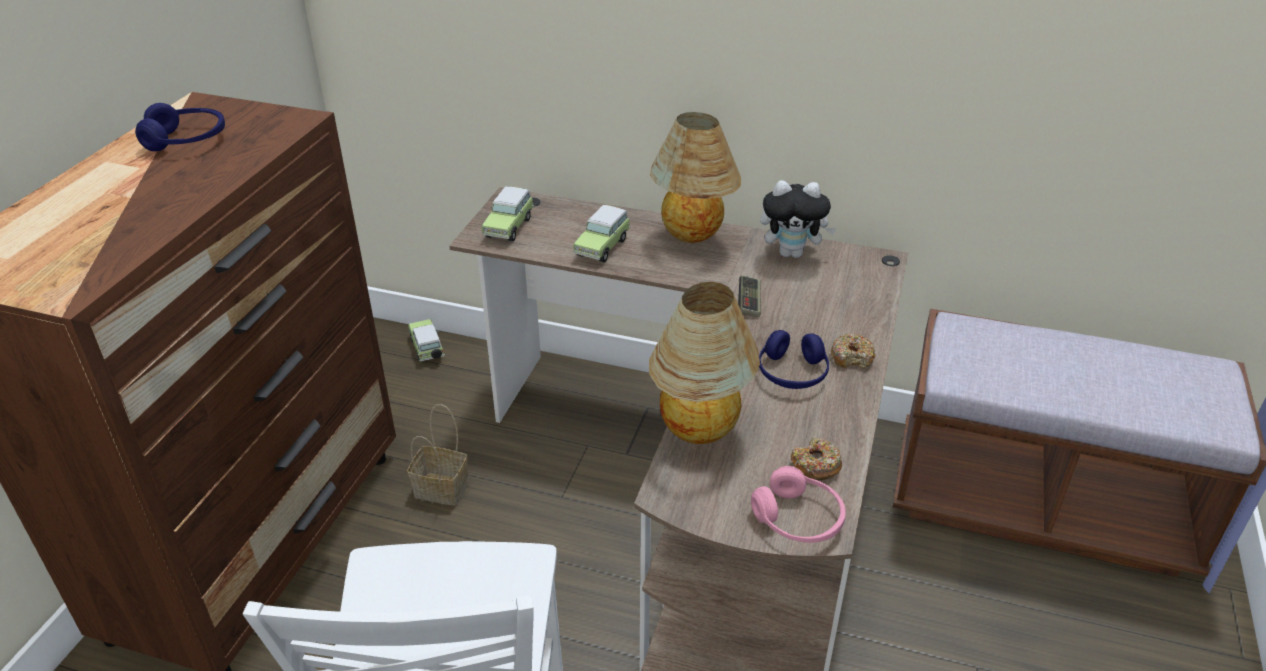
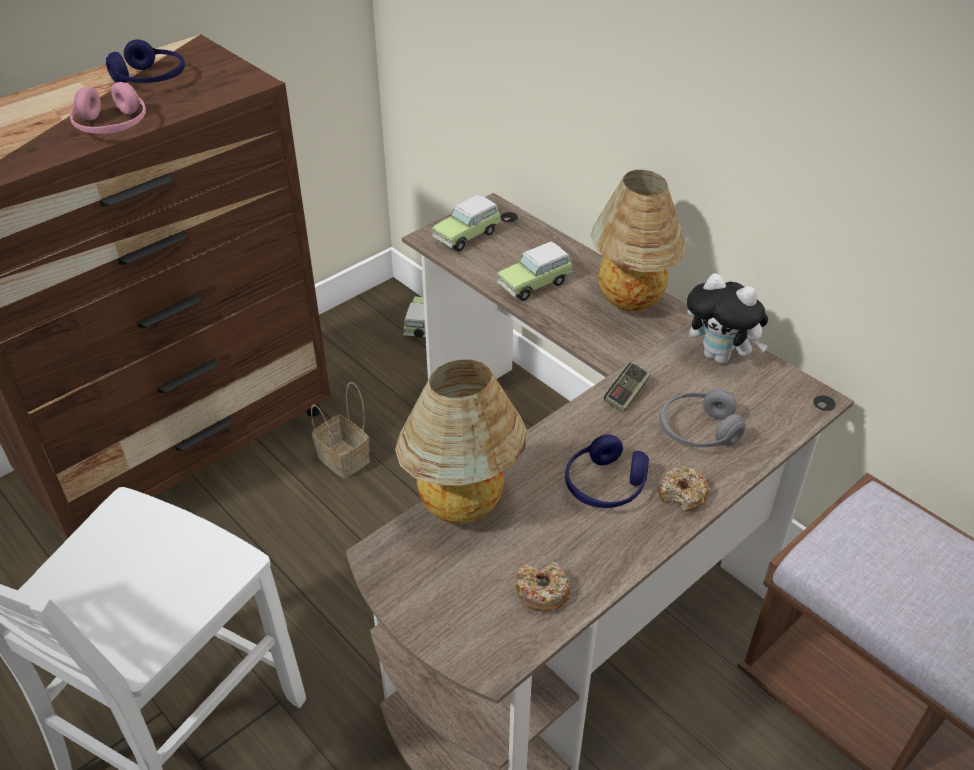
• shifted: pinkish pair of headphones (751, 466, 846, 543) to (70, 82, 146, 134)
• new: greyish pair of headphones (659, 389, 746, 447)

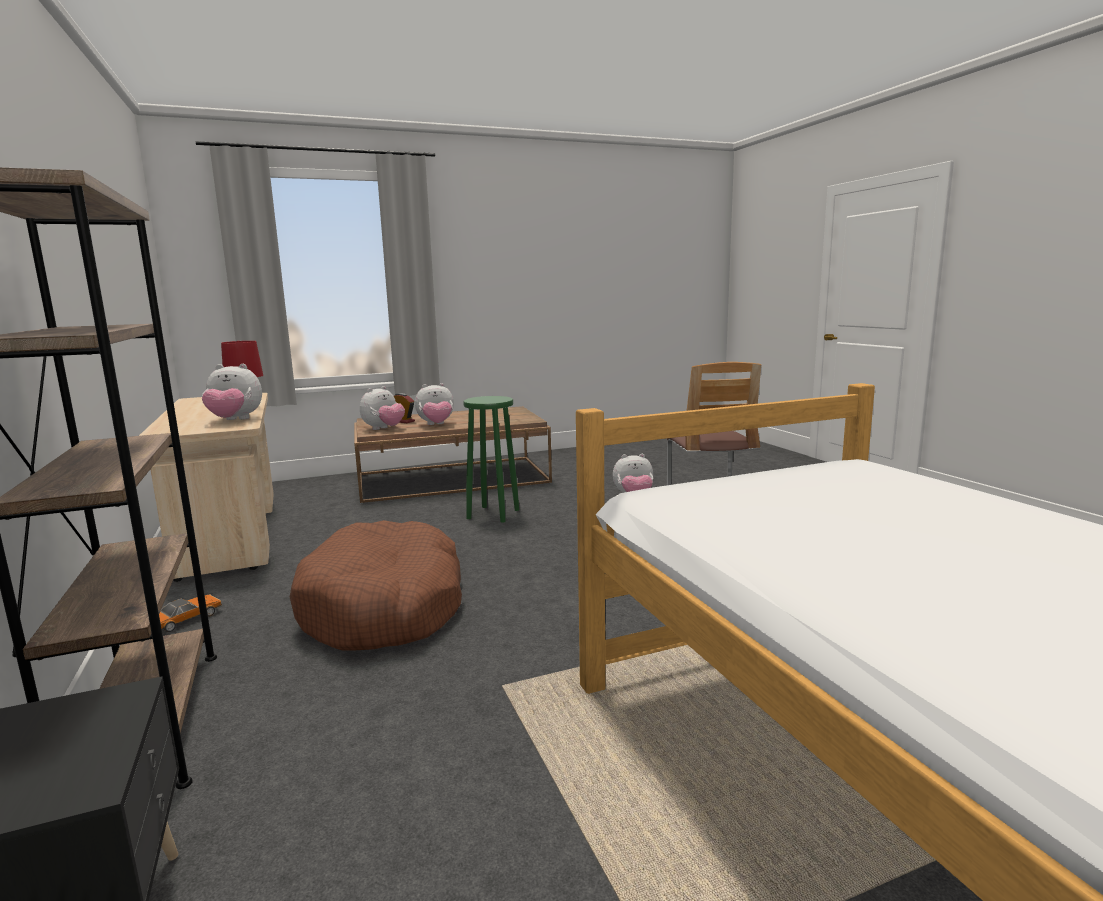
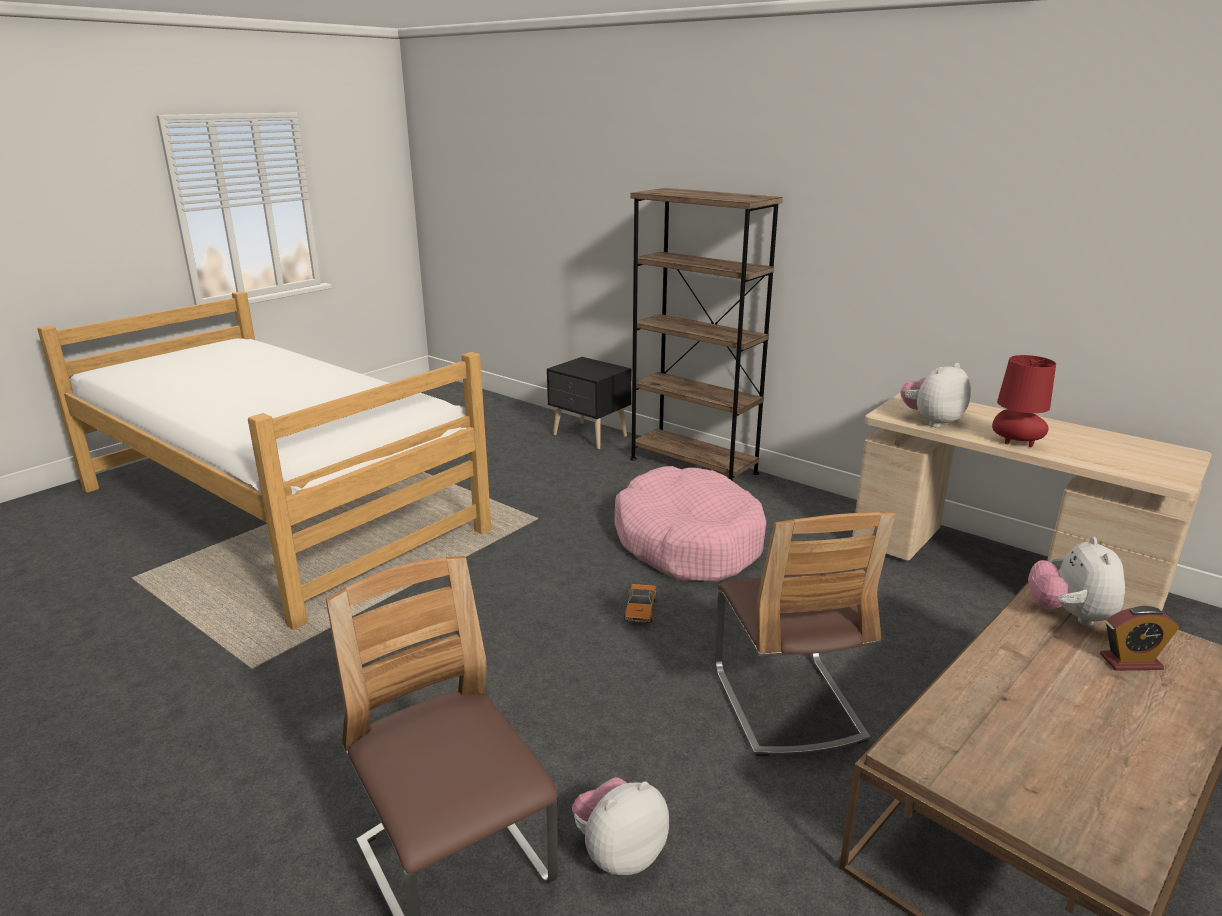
• gone: soft toy (415, 383, 454, 425)
• swapped: green-coloured sitting stool (463, 396, 519, 523) to upright chair (715, 512, 895, 756)
• repainted: brown dog bed (290, 520, 462, 651) to pinkish dog bed (614, 466, 766, 582)
• shifted: model car (159, 595, 222, 632) to (624, 584, 656, 623)

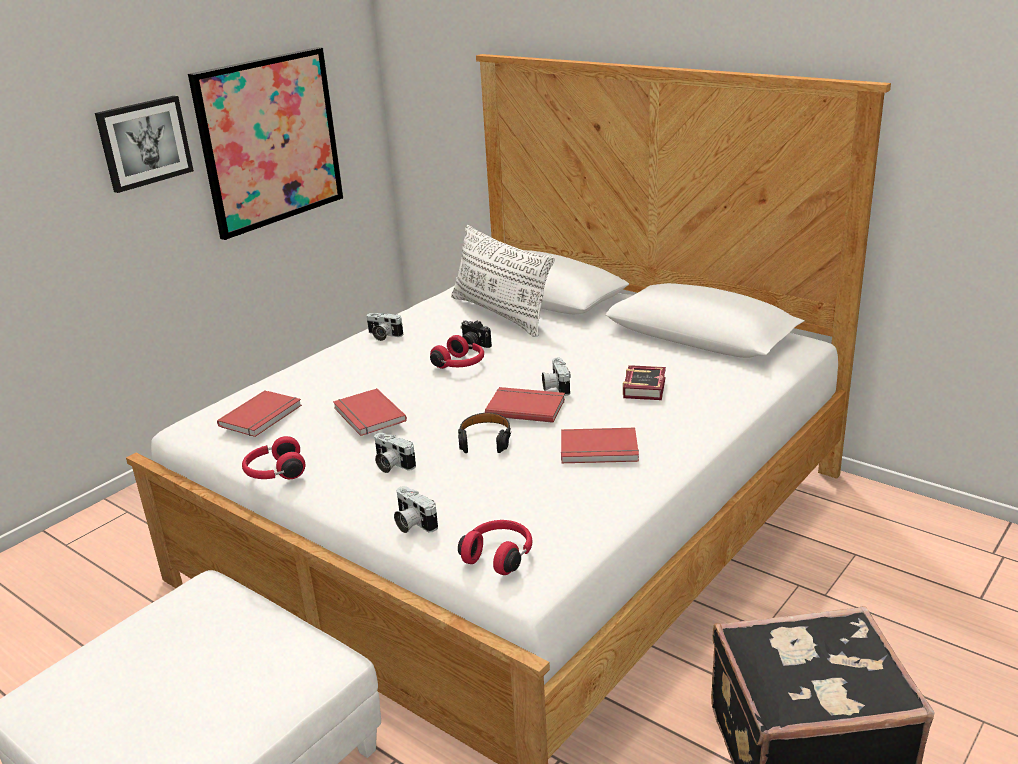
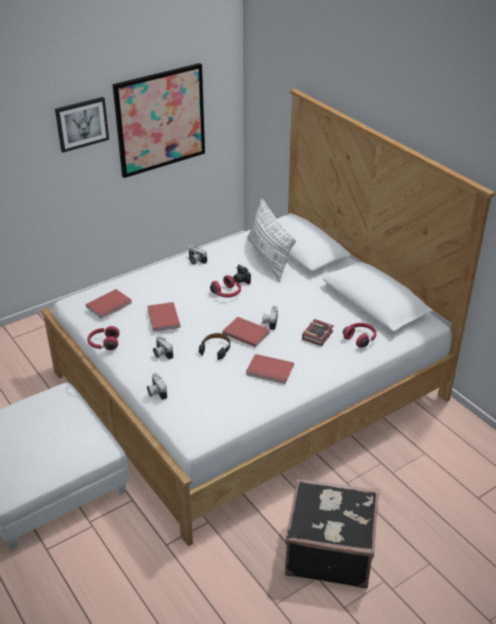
• shifted: reddish pair of headphones (458, 520, 532, 575) to (343, 323, 376, 348)

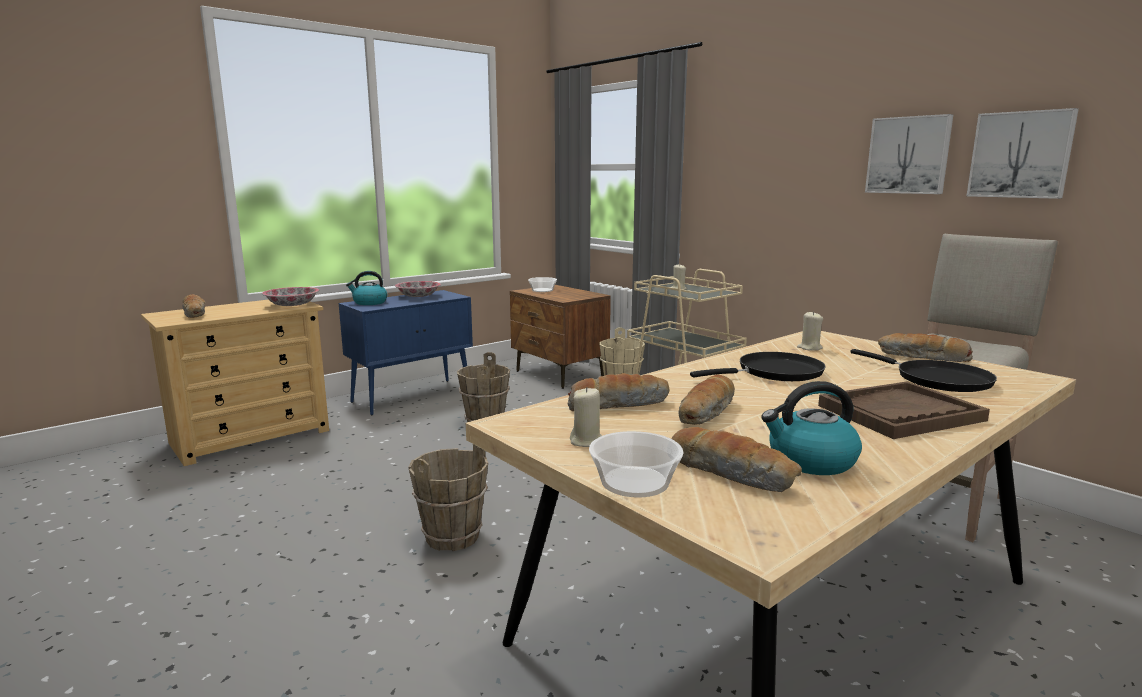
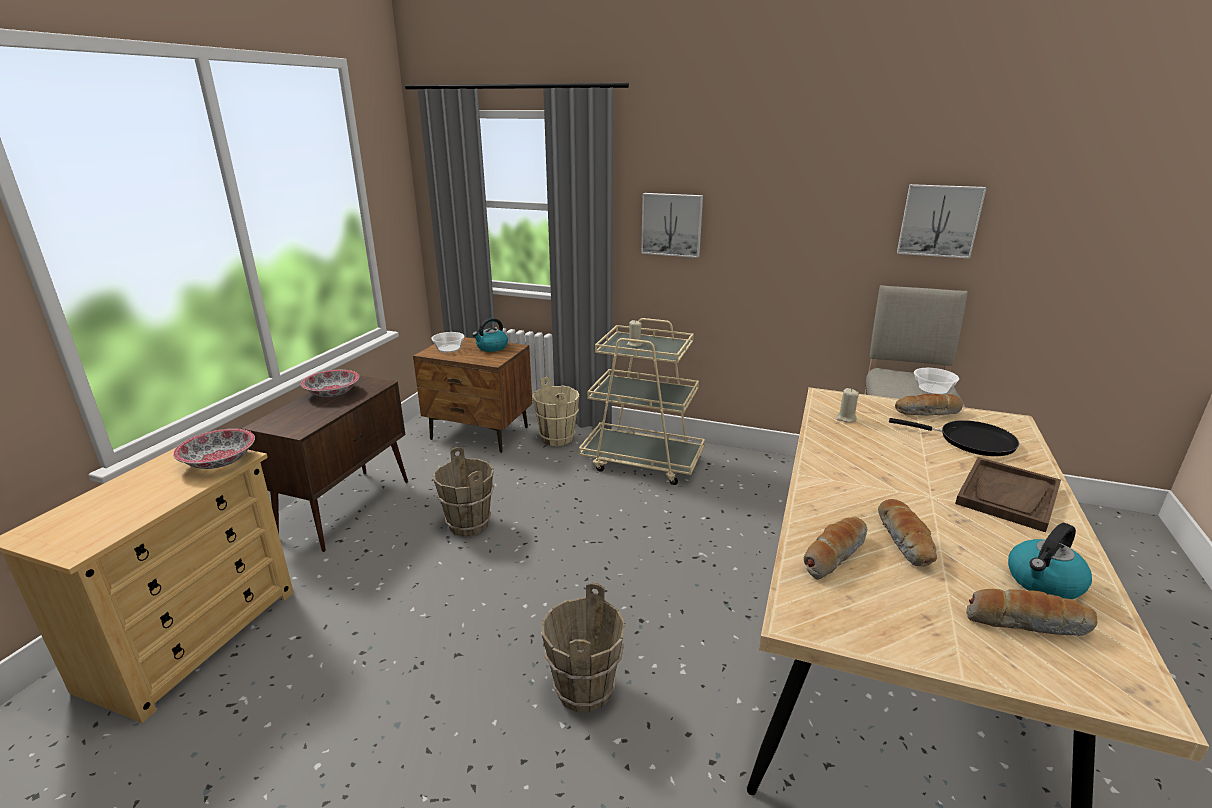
• shifted: picture (865, 114, 953, 194) to (641, 193, 703, 258)
• shifted: water kettle (346, 271, 387, 305) to (472, 318, 508, 352)
• repainted: blue-coloured cabinet (339, 290, 473, 415) to brown cabinet (241, 376, 408, 552)
• gone: baked bread (183, 294, 205, 318)
• gone: black skillet (690, 352, 826, 381)
• gone: beige-coloured candle (570, 387, 602, 447)
• shifted: bowl (589, 431, 683, 498) to (914, 368, 959, 395)

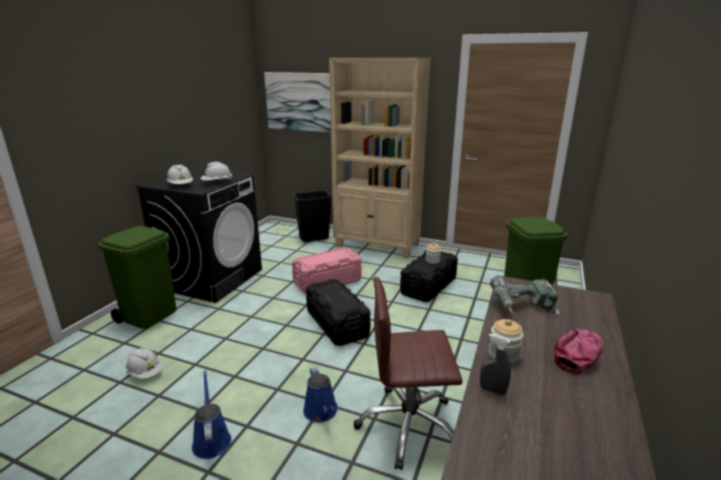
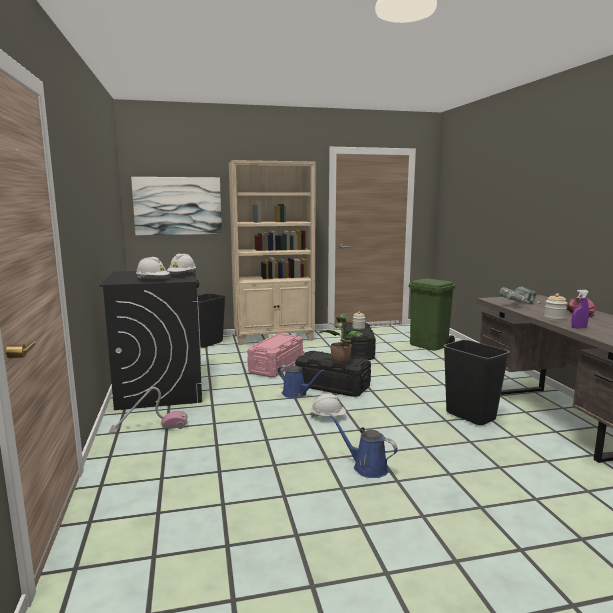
• swapped: green-coloured waste bin (98, 226, 177, 329) to vacuum cleaner (109, 387, 188, 434)
• swapped: brown desk chair (354, 277, 462, 470) to black waste bin (443, 340, 510, 425)
• repainted: greyish spray bottle (480, 334, 511, 395) to purple-coloured spray bottle (572, 290, 589, 328)
• shifted: white-coloured safety helmet (126, 348, 163, 379) to (310, 394, 346, 418)
• shifted: blue-coloured watering can (303, 367, 338, 423) to (278, 365, 325, 399)
• new: houseplant (319, 313, 363, 364)

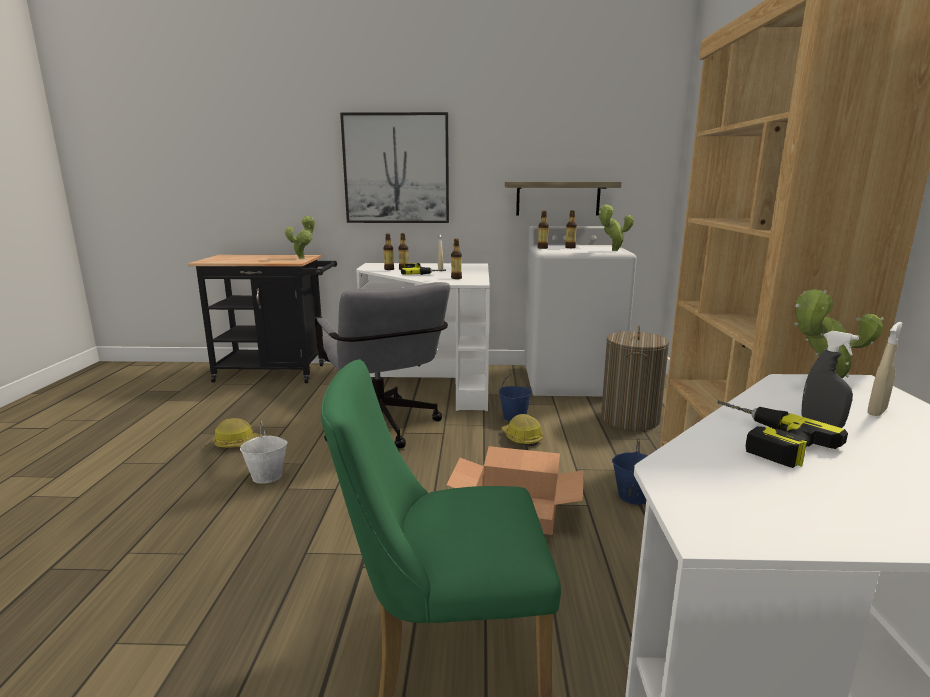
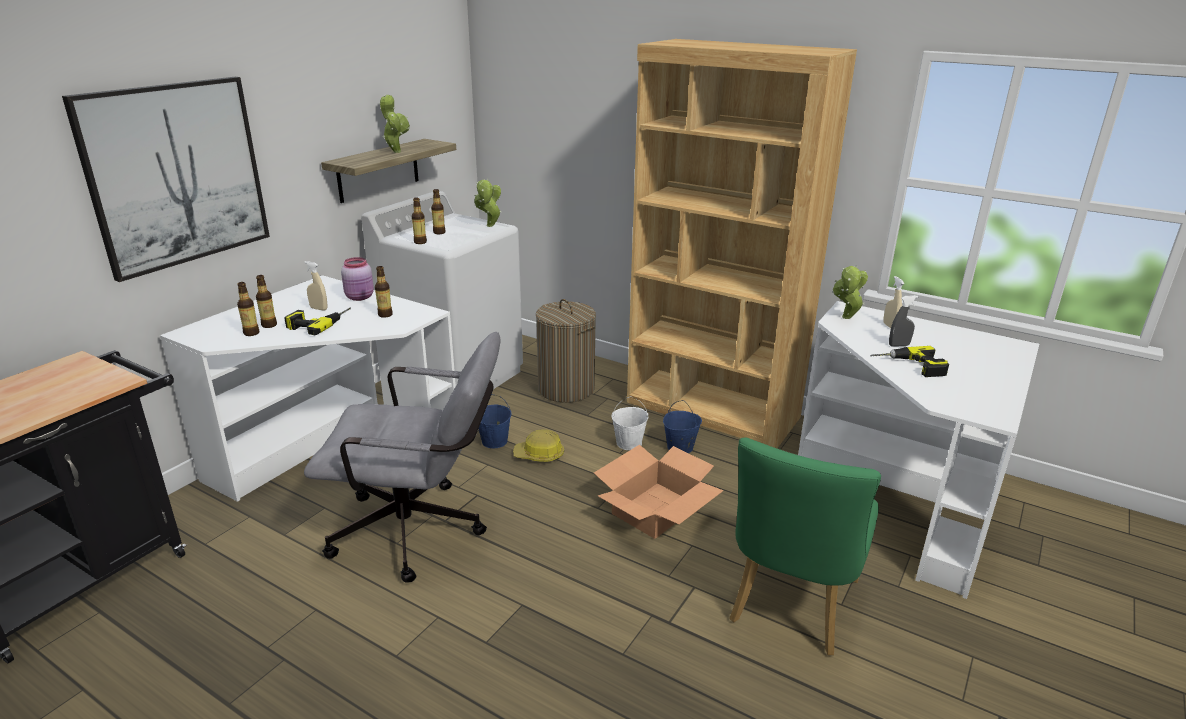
• shifted: houseplant (285, 216, 315, 259) to (379, 95, 410, 153)
• gone: safety helmet (213, 418, 263, 447)
• shifted: white-coloured pail (240, 421, 288, 484) to (612, 396, 649, 450)
• new: pinkish jar (341, 257, 374, 301)

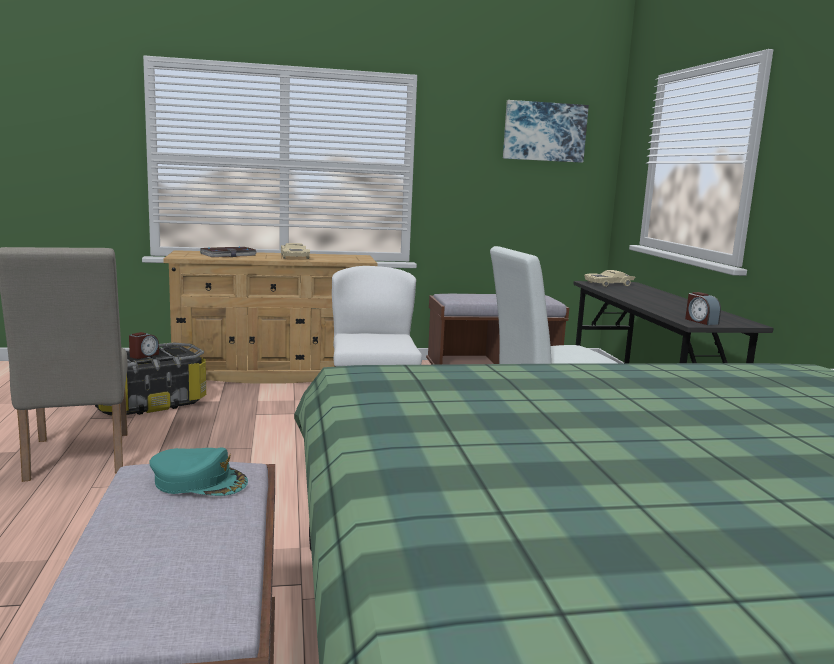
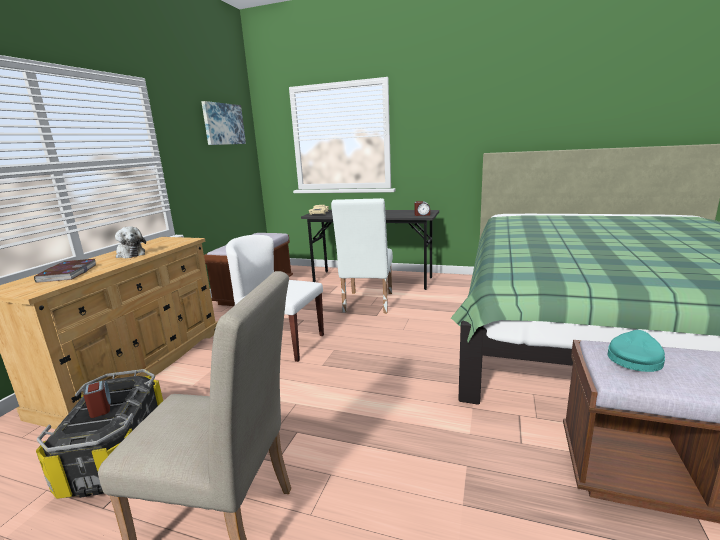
• swapped: beige-coloured model car (281, 243, 310, 259) to soft toy (115, 226, 146, 258)

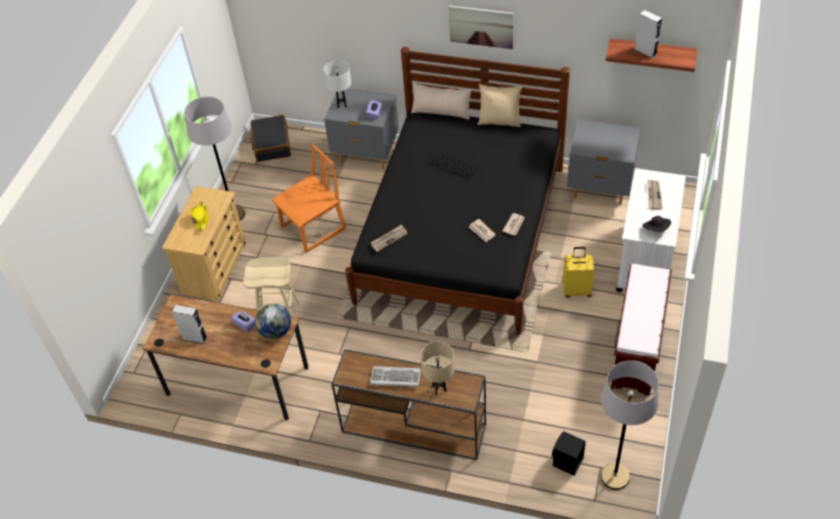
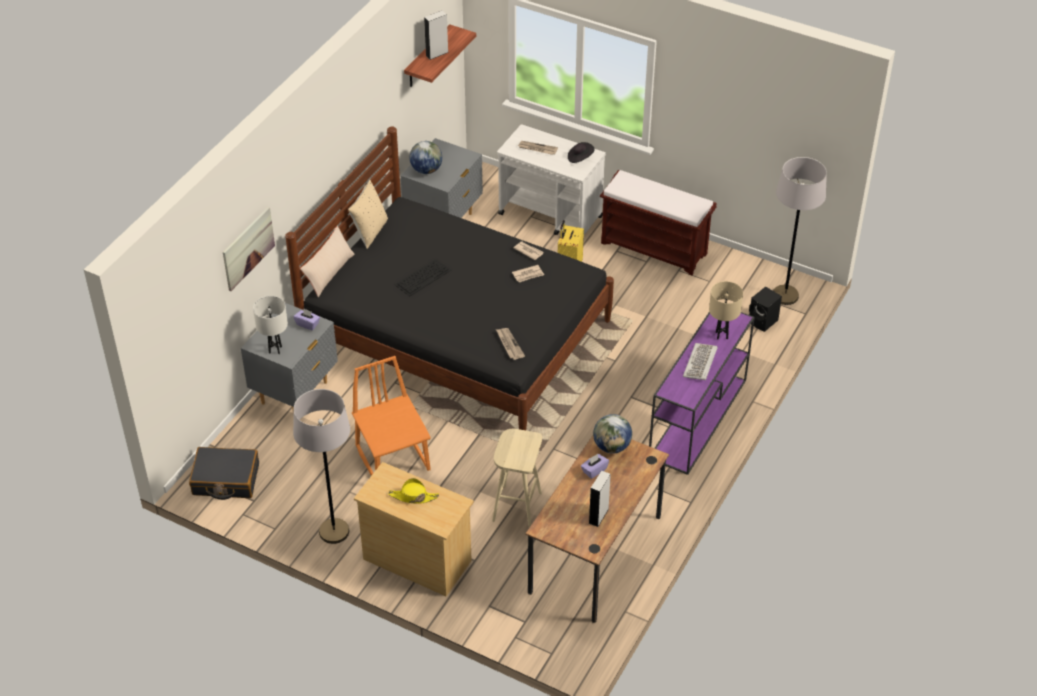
• shifted: picture (449, 5, 514, 49) to (223, 207, 275, 291)
• repainted: brown narrow table (331, 349, 486, 460) to purple-coloured narrow table (649, 312, 755, 475)
• new: globe (410, 141, 442, 174)

